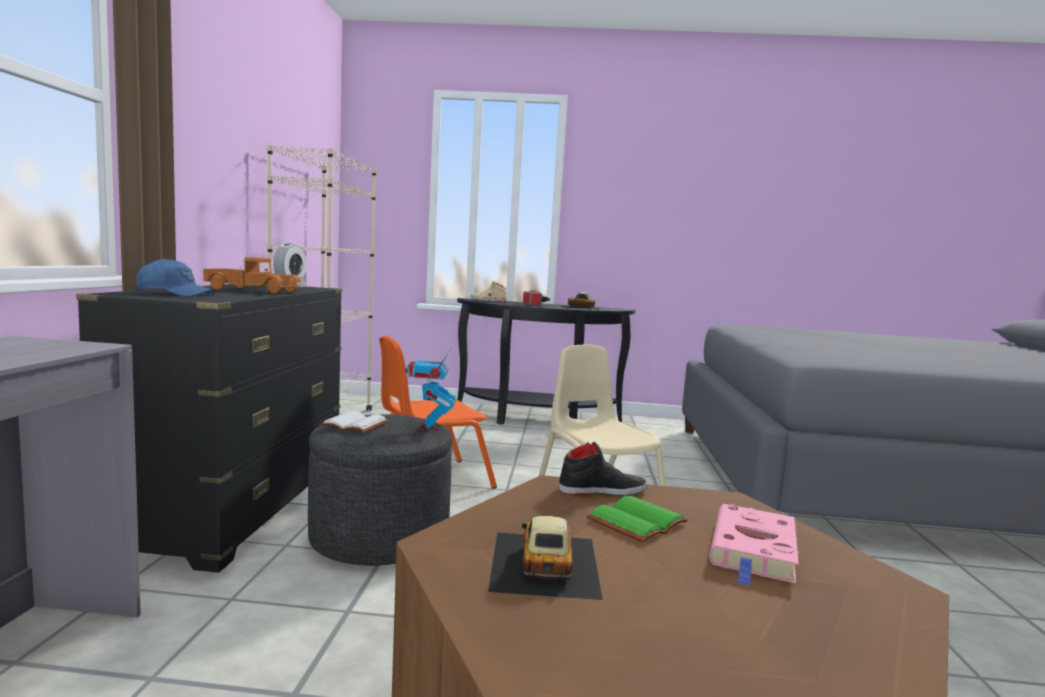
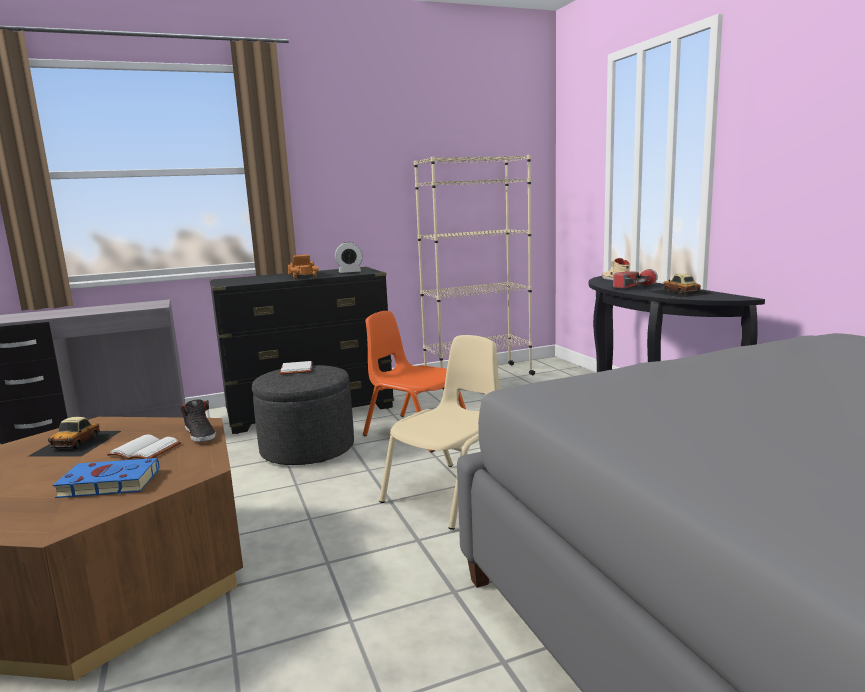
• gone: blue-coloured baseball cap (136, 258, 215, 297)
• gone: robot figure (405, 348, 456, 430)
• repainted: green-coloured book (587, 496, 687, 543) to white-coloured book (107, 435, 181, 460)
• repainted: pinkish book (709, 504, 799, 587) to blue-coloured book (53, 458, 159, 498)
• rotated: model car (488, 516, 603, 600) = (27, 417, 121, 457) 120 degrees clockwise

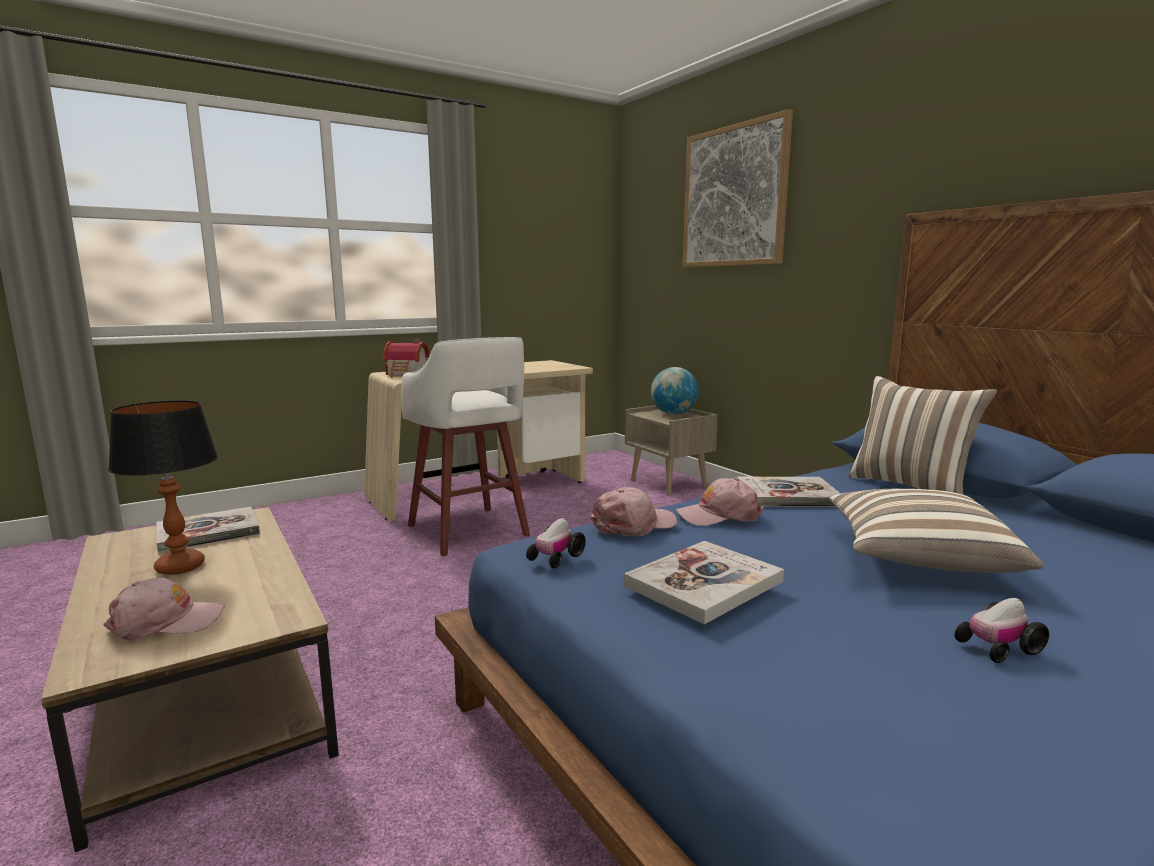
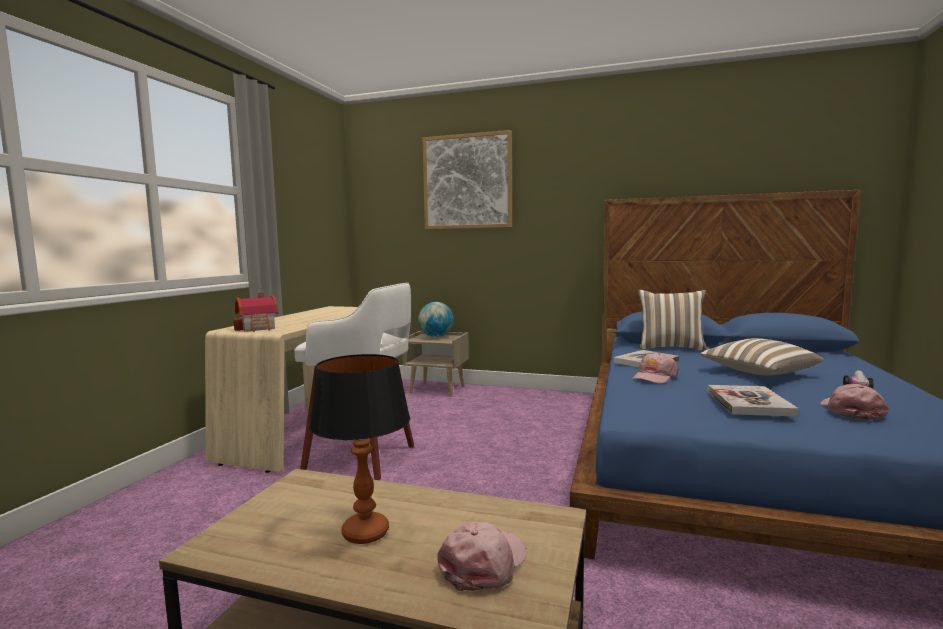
• shifted: pinkish baseball cap (591, 487, 677, 536) to (820, 384, 889, 420)
• gone: book (157, 507, 260, 553)
• gone: model car (526, 518, 586, 568)

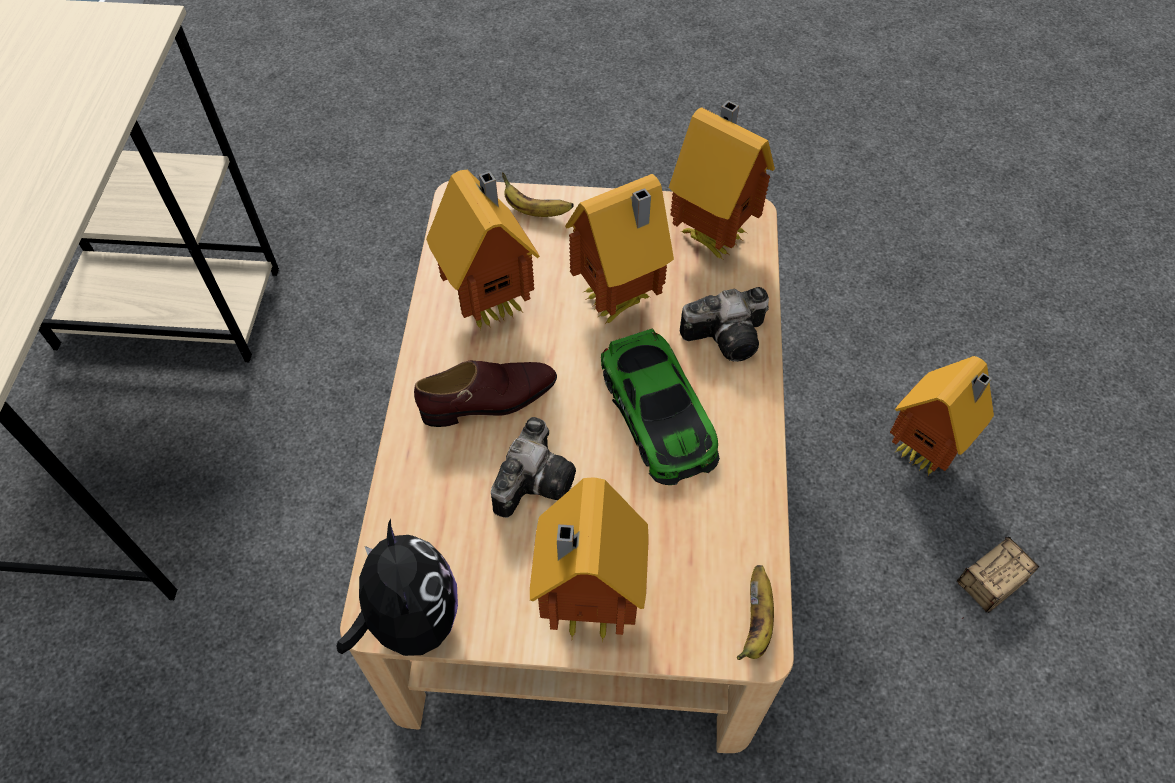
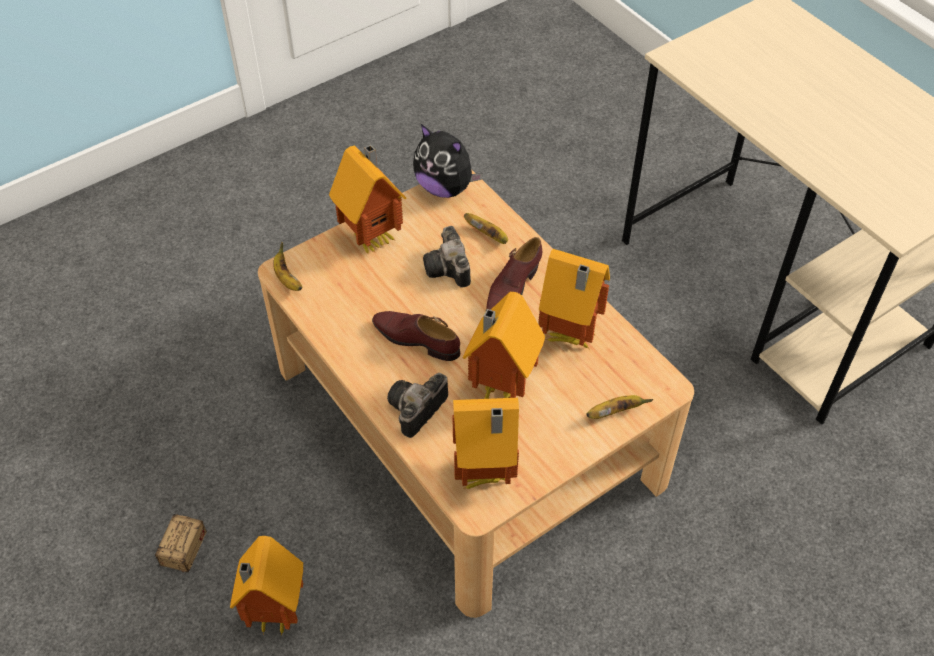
• swapped: model car (601, 328, 720, 485) to brown shoe (372, 311, 460, 361)
• new: whole banana (464, 213, 508, 244)

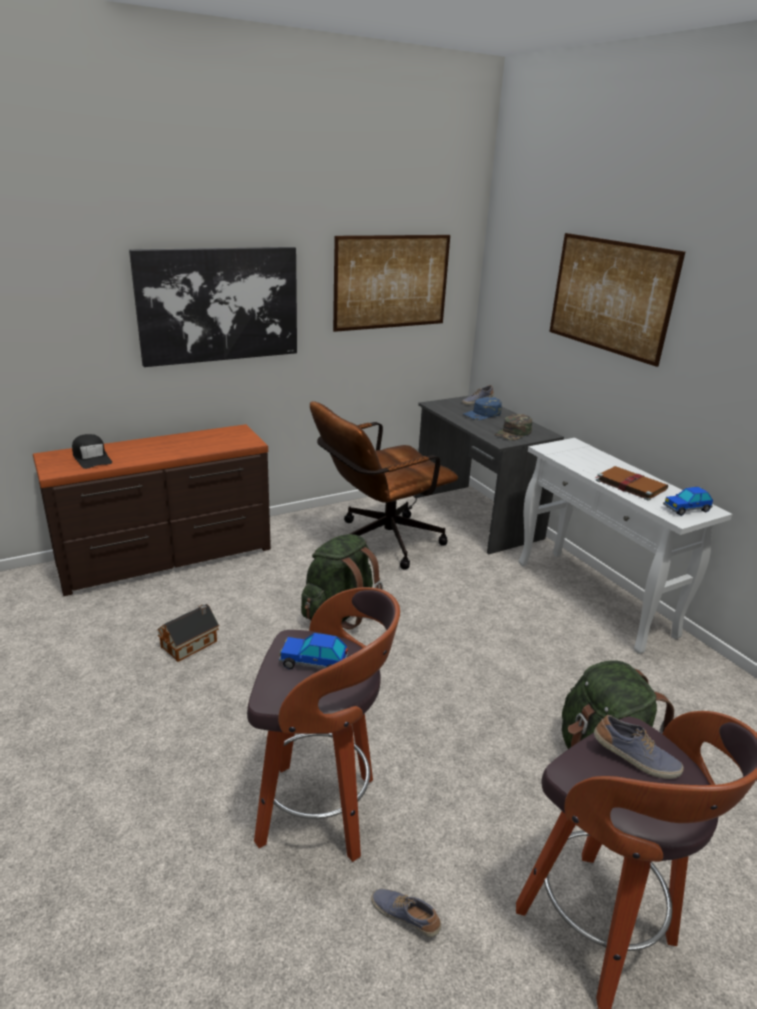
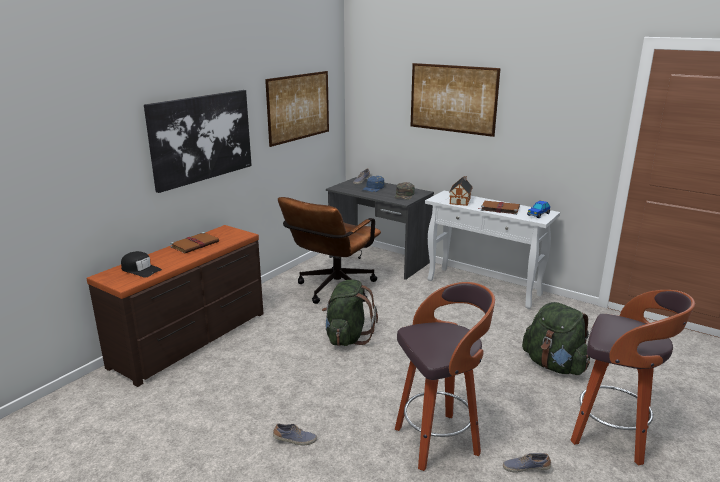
• shifted: model house (156, 604, 219, 662) to (449, 176, 473, 206)
• gone: model car (279, 633, 348, 669)
• shifted: shoe (594, 715, 684, 779) to (273, 424, 317, 446)
• new: brown book (170, 232, 219, 253)

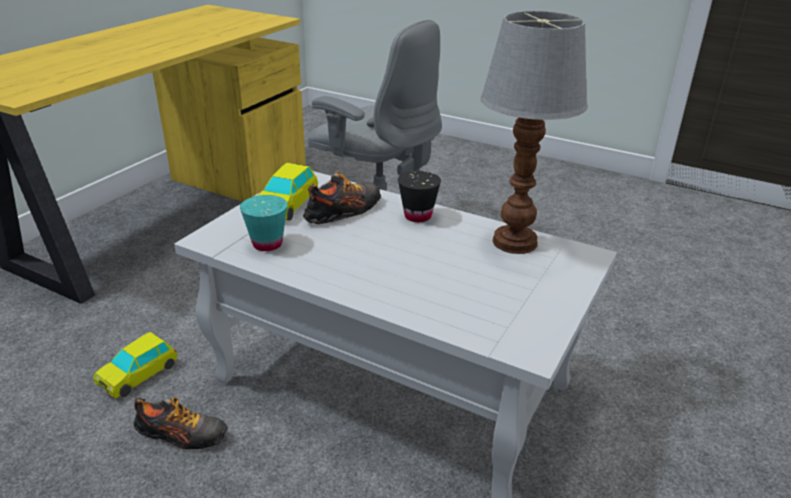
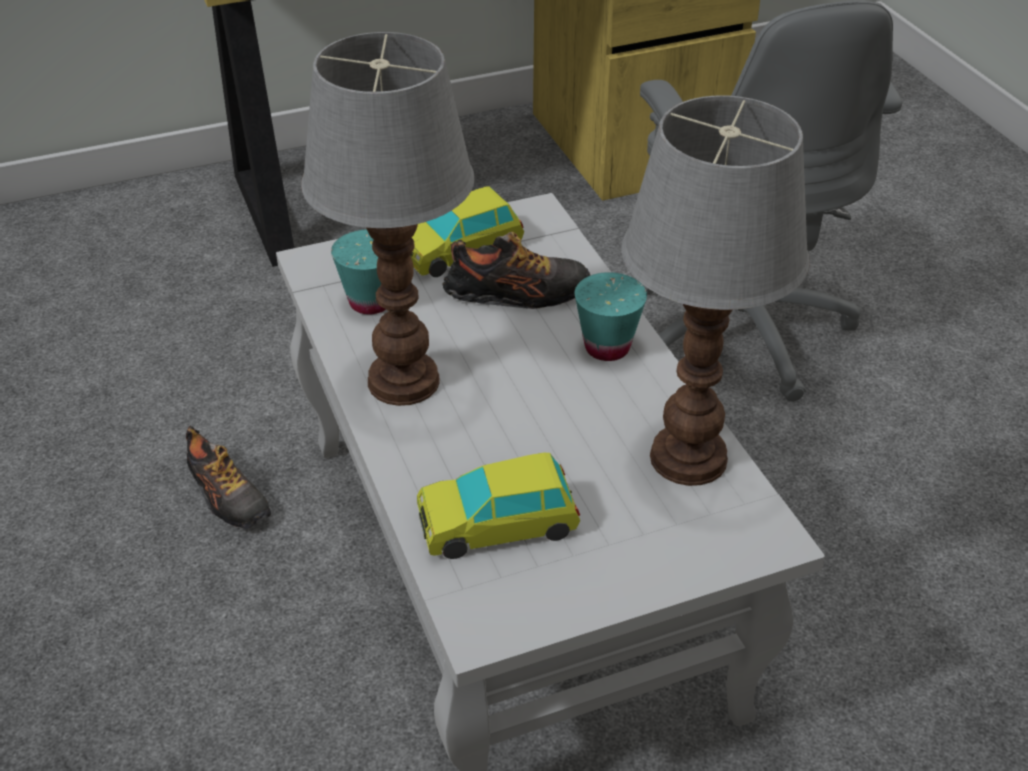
• repainted: black small cup (398, 171, 441, 222) to blue-green small cup (575, 272, 647, 361)
• shifted: model car (93, 332, 178, 398) to (417, 453, 580, 559)
• new: table lamp (301, 32, 475, 406)

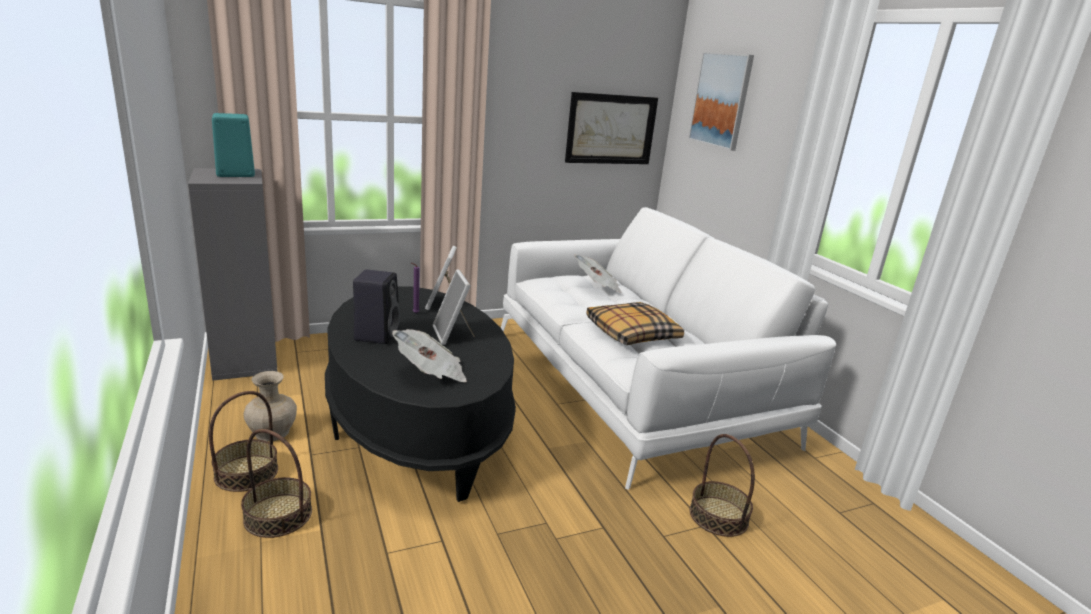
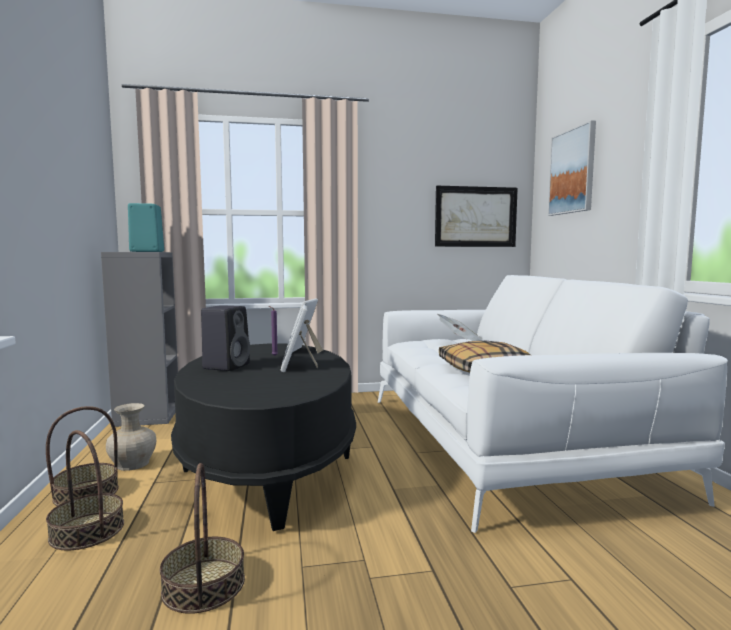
• gone: daily paper (392, 329, 467, 382)
• shifted: storage basket (689, 434, 755, 537) to (160, 463, 245, 614)

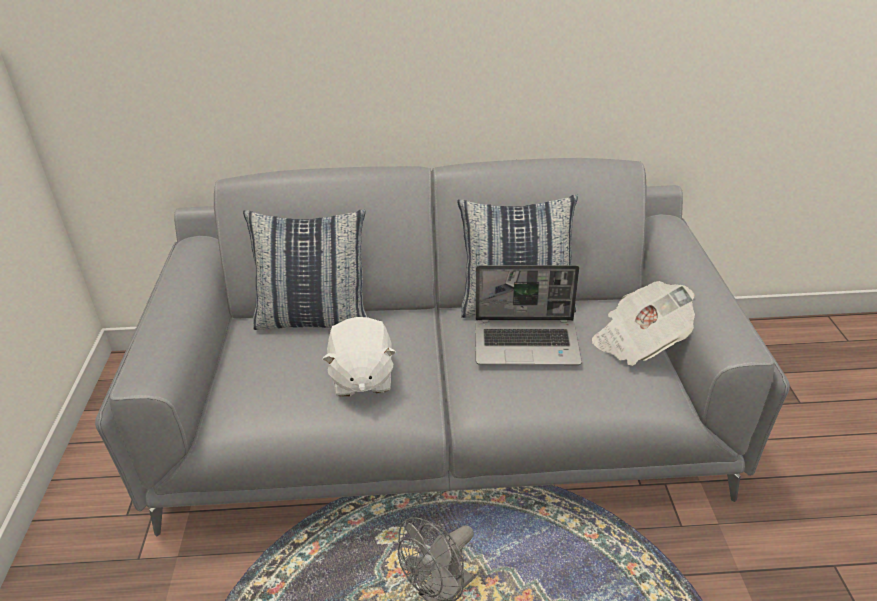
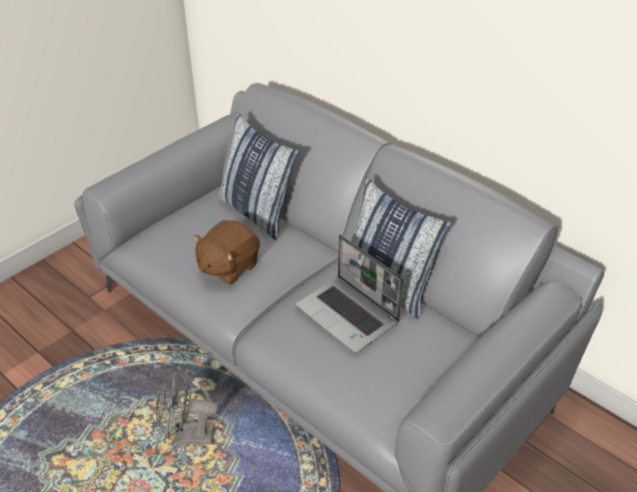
• gone: daily paper (592, 281, 695, 366)
• repainted: white-coloured soft toy (322, 317, 396, 397) to brown soft toy (193, 220, 260, 285)

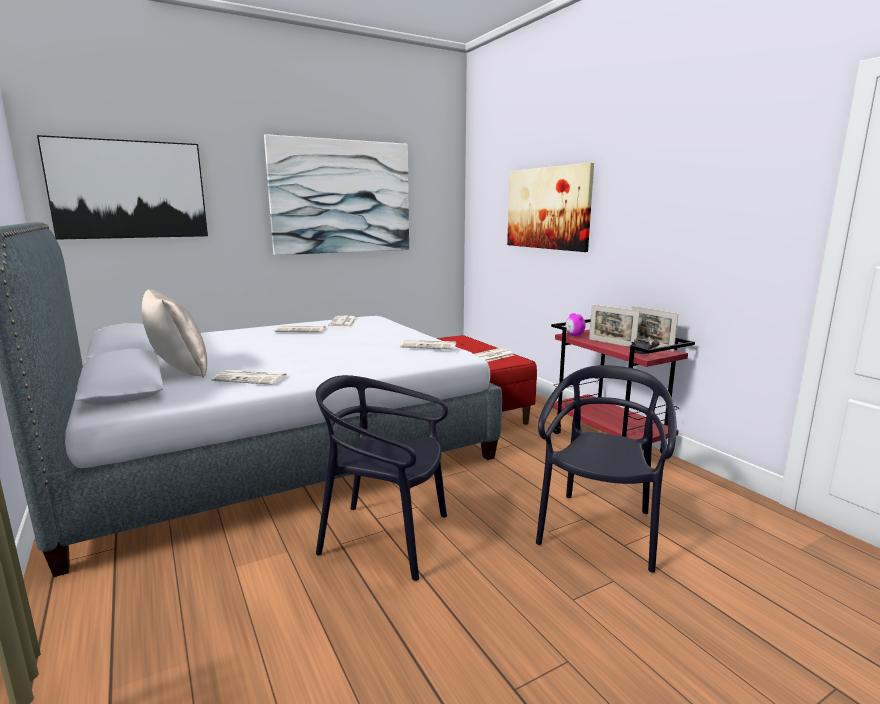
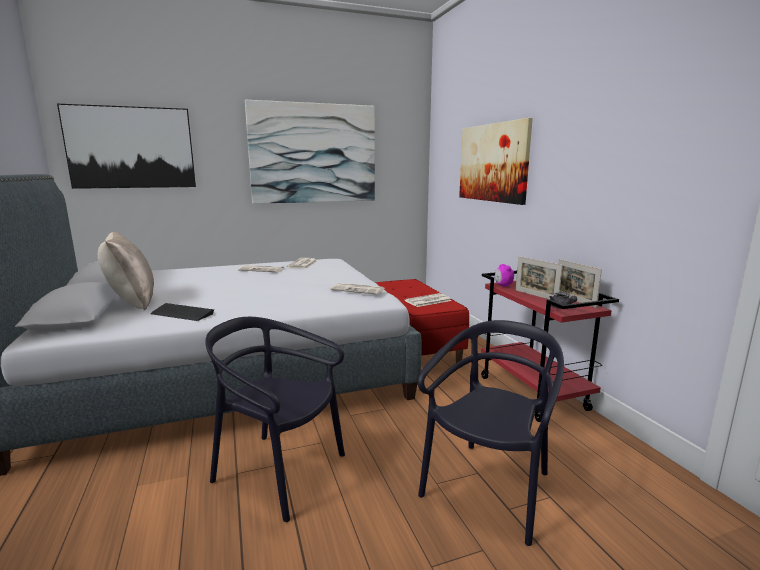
• swapped: daily paper (211, 370, 287, 385) to computer keyboard (150, 303, 214, 321)

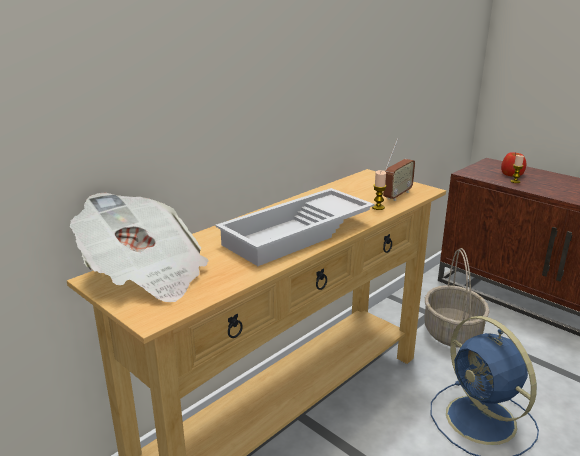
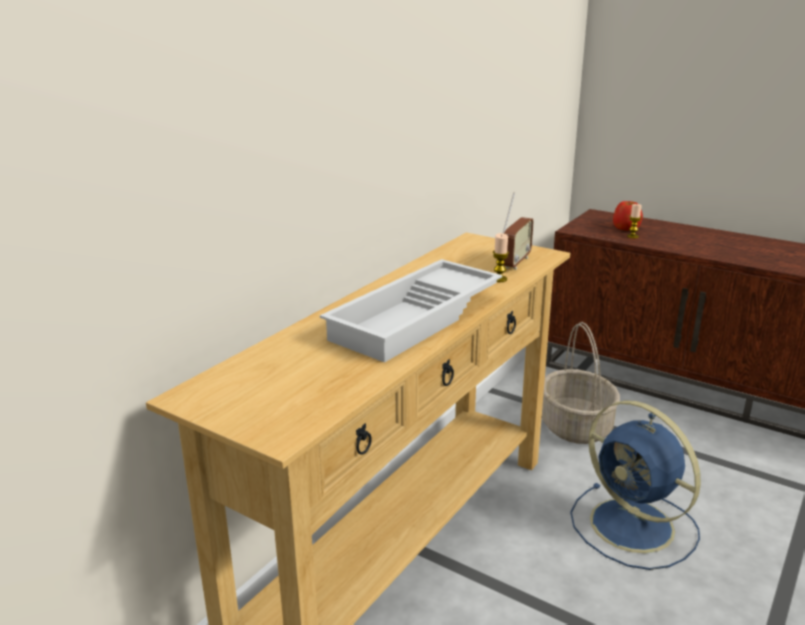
• gone: daily paper (70, 193, 209, 302)

